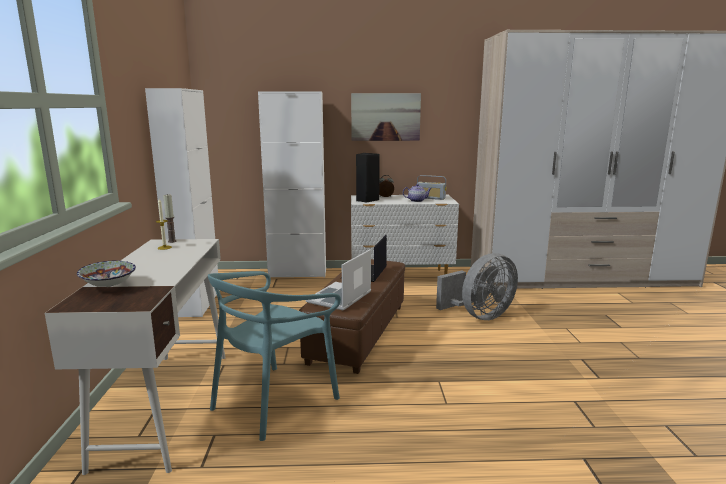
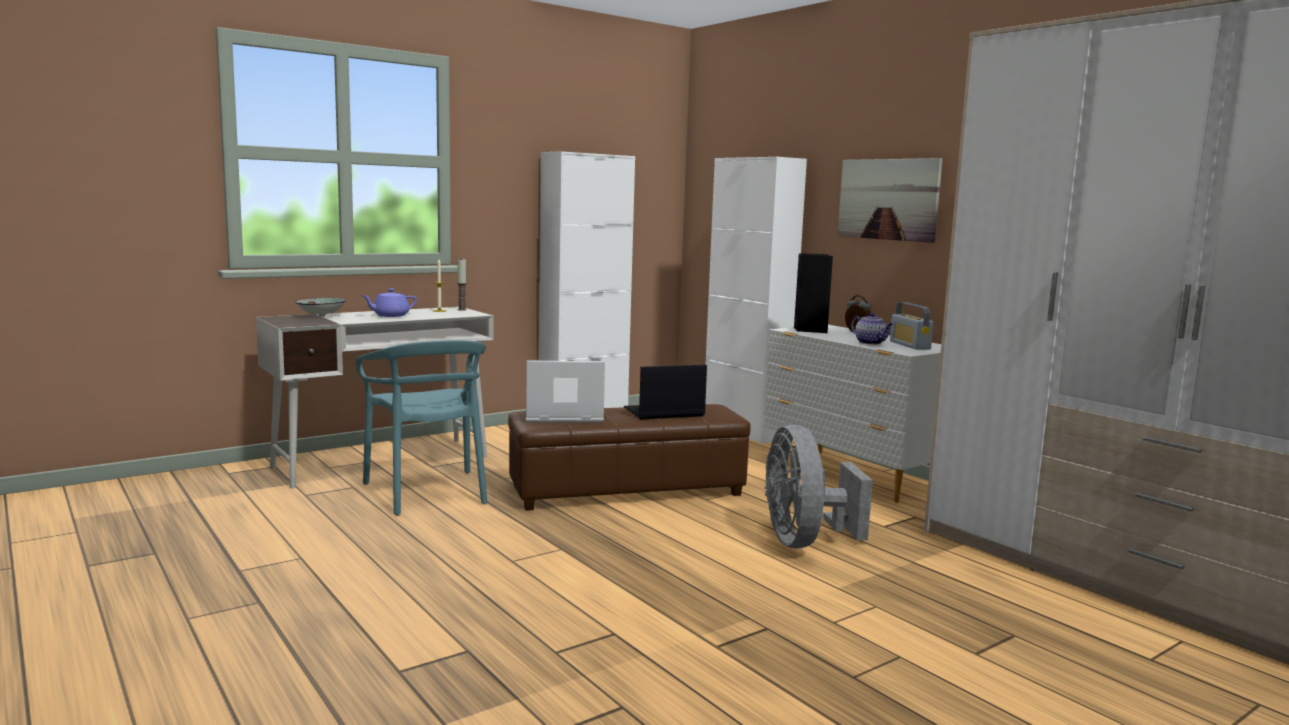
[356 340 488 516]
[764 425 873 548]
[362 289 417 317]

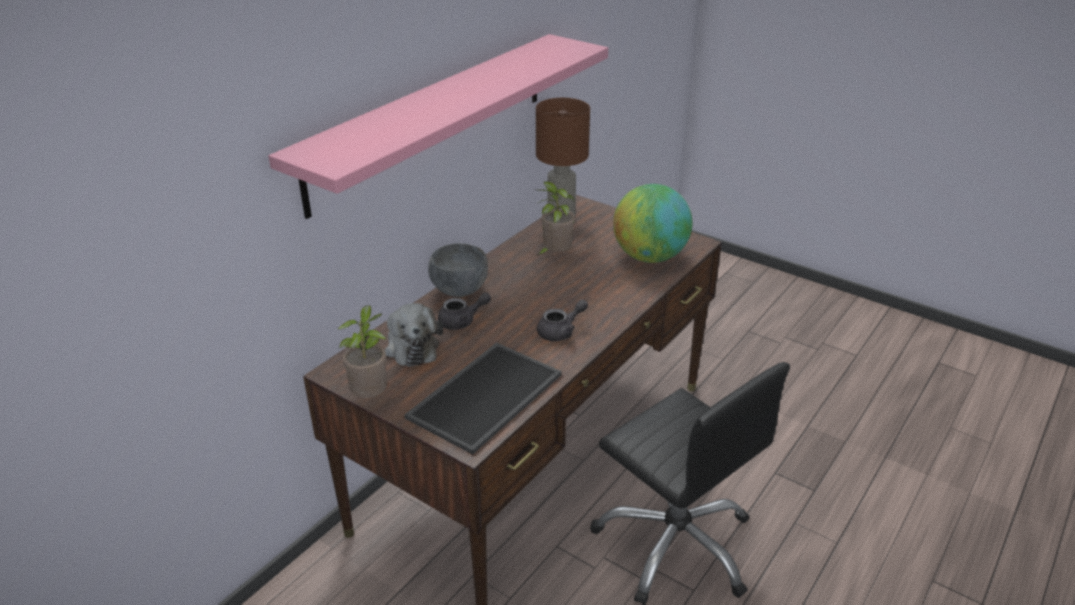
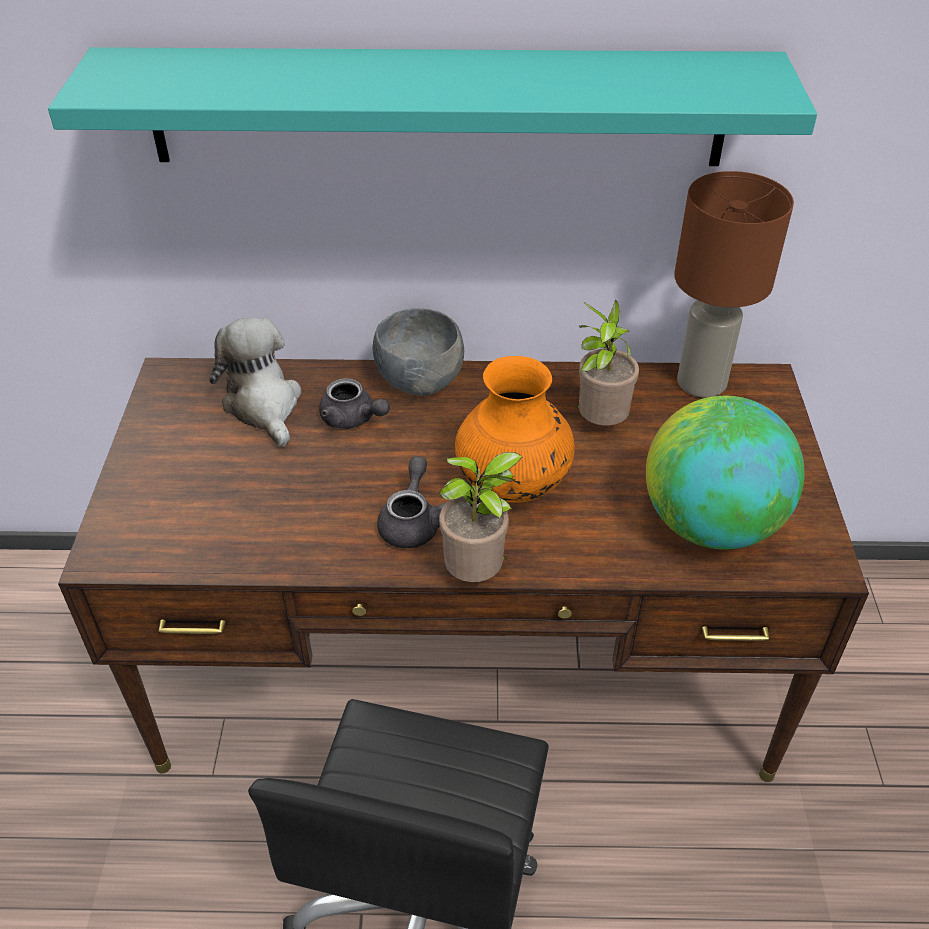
[48 47 817 166]
[439 452 523 582]
[209 318 301 447]
[404 342 562 454] (first image)
[377 456 447 548]
[455 356 575 503]

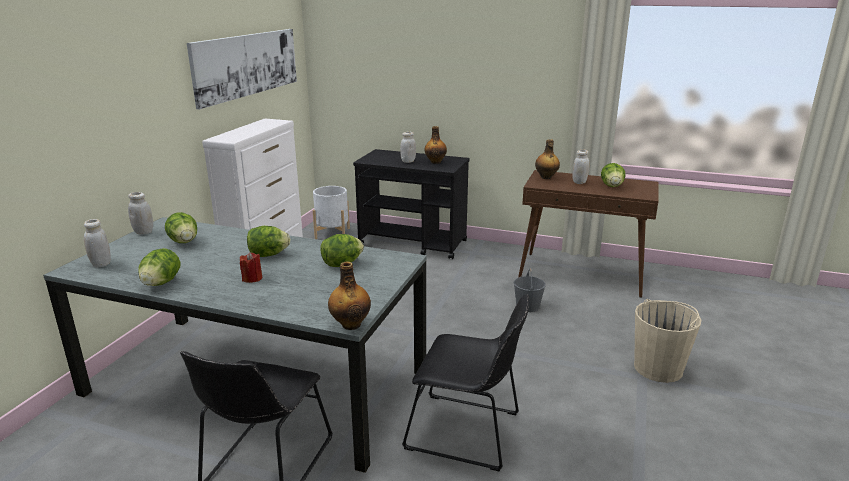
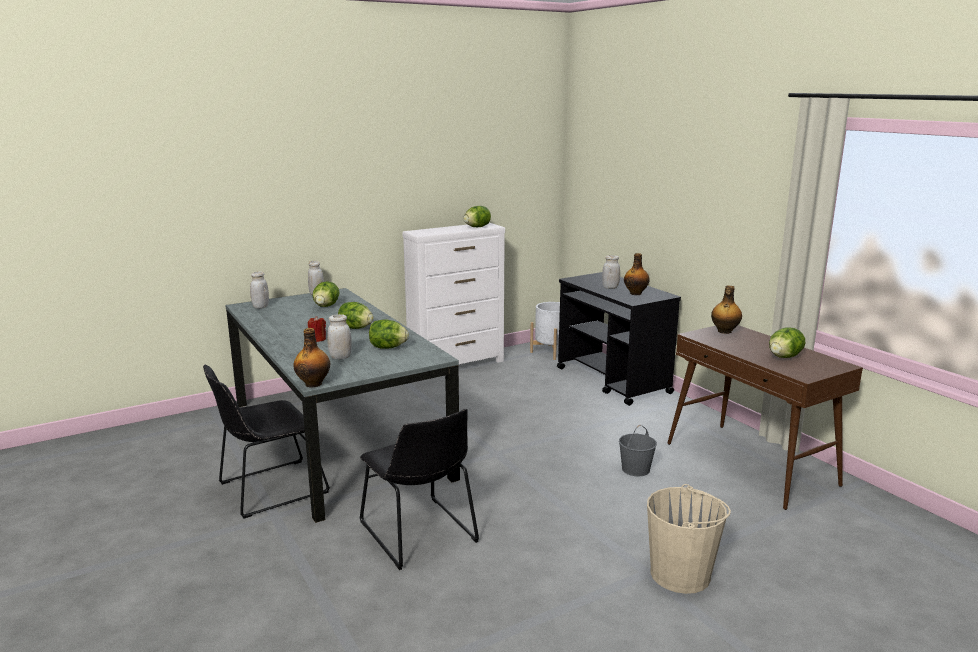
[463 206 491 227]
[187 29 297 109] (first image)
[327 314 352 359]

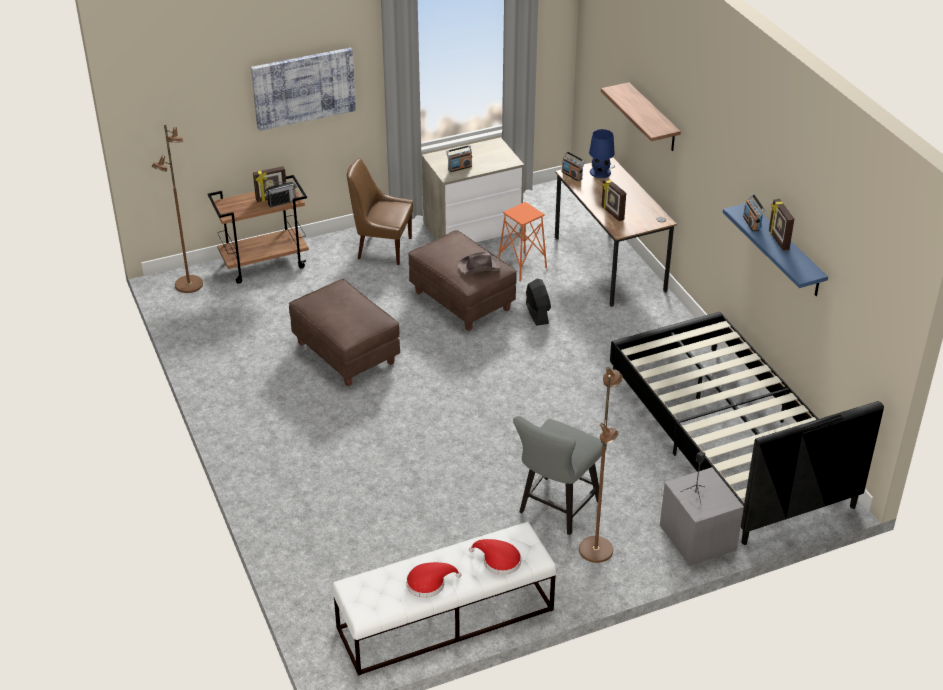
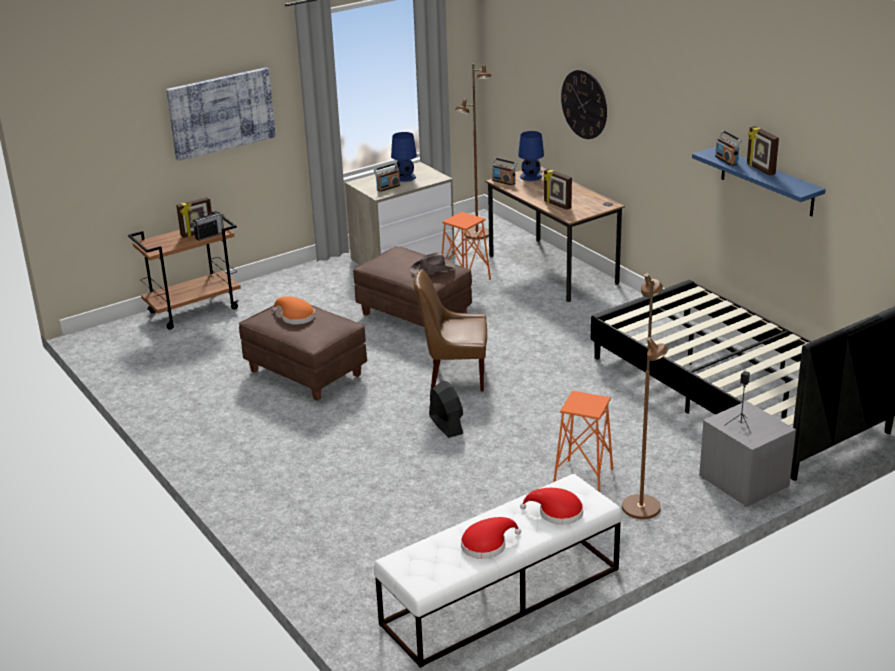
[455 63 492 240]
[414 269 487 391]
[553 391 613 492]
[429 381 463 438]
[561 70 607 139]
[272 296 315 324]
[391 132 417 182]

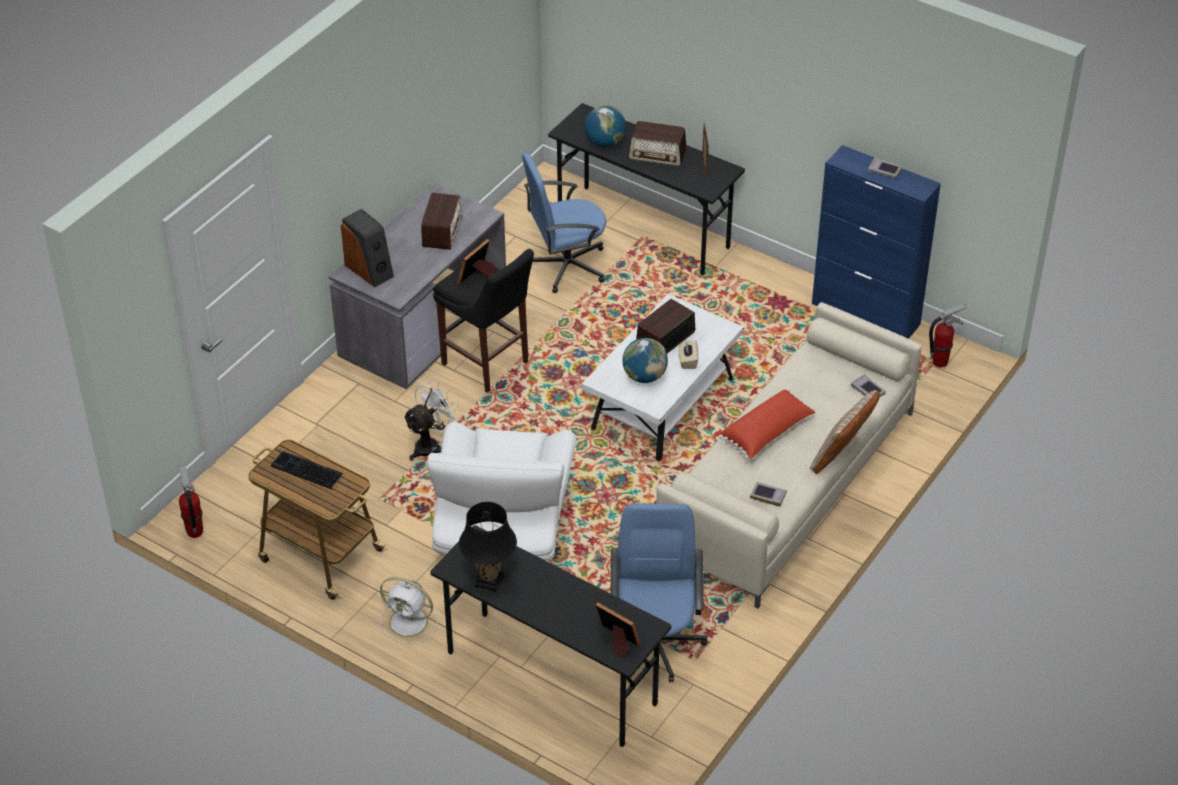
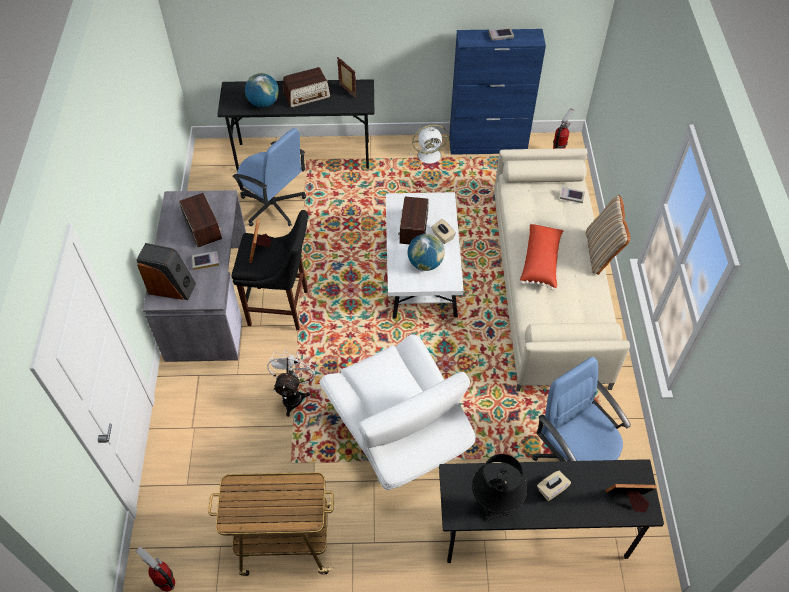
[271 451 344 489] (first image)
[410 125 448 168]
[232 128 306 226]
[192 251 219 270]
[537 471 571 501]

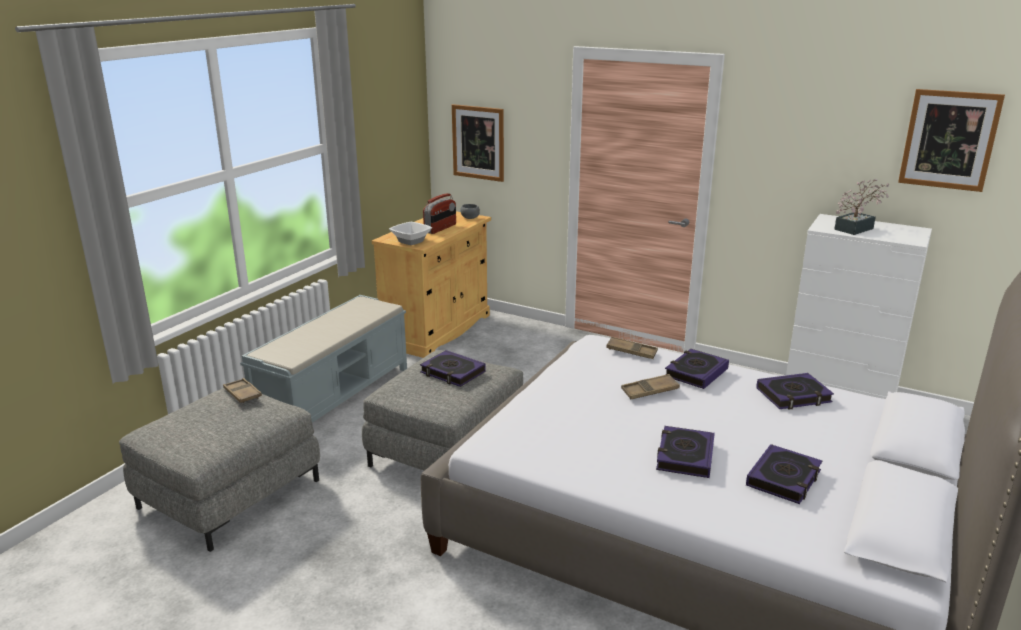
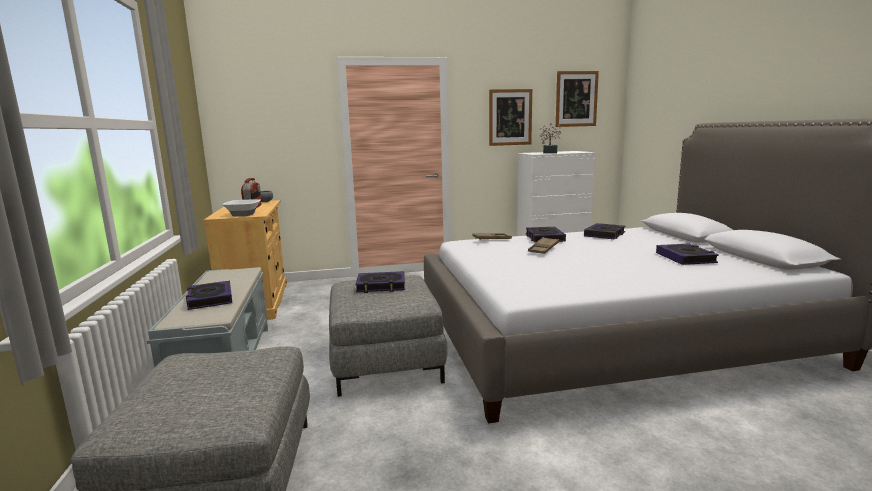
[223 378 262 403] (first image)
[489 89 532 146]
[186 281 232 310]

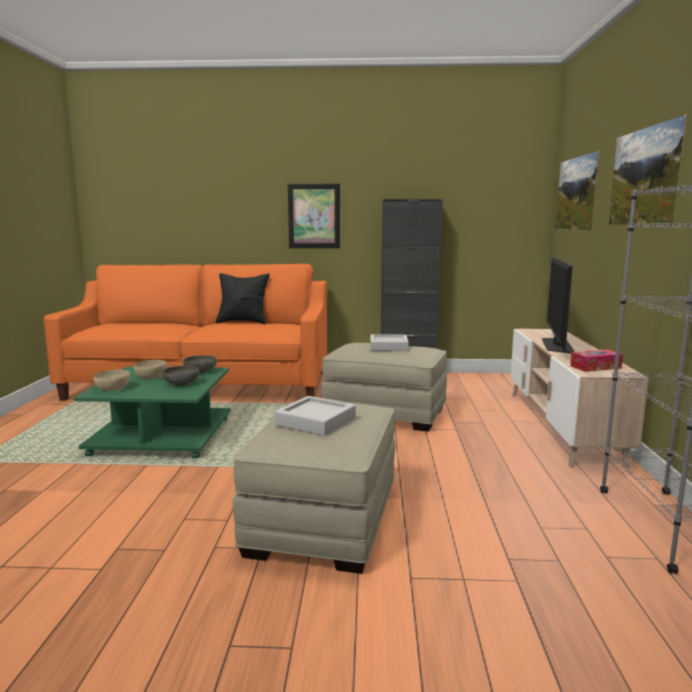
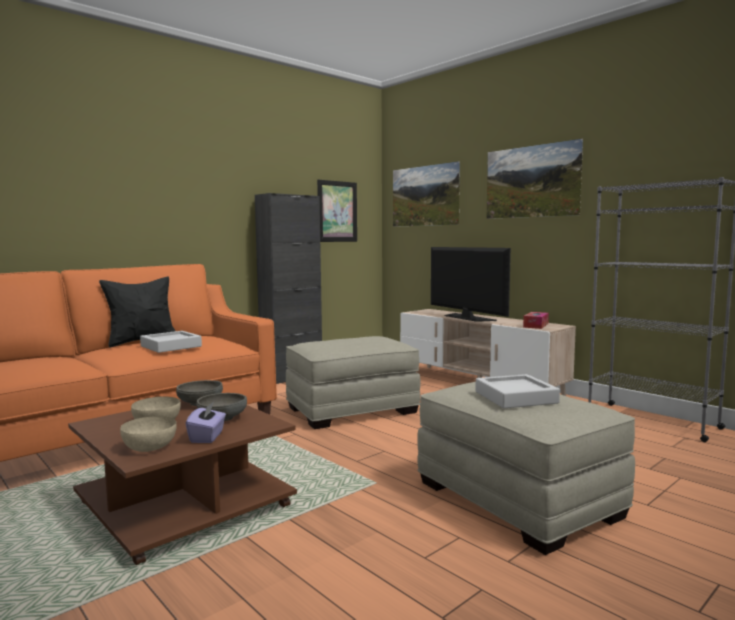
[68 400 297 565]
[317 180 357 242]
[140 331 202 353]
[186 402 226 443]

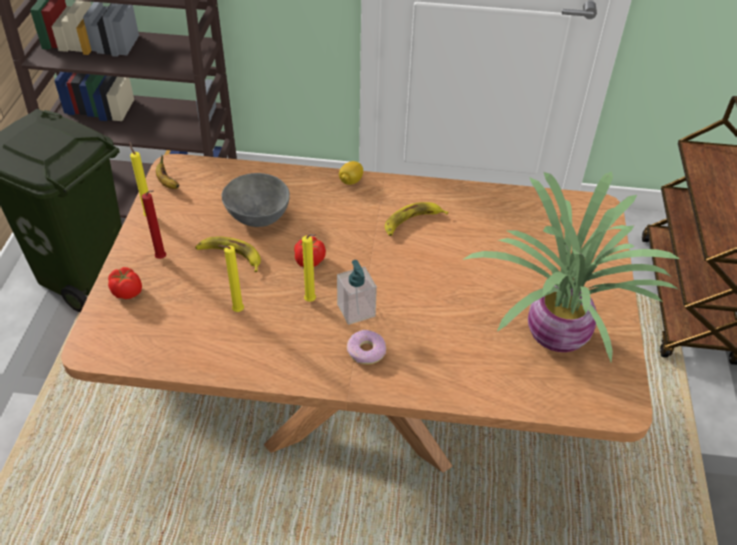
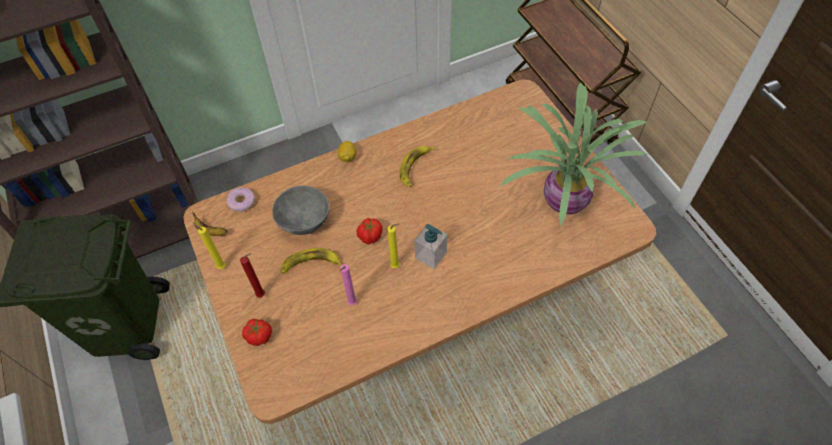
[340 264 357 305]
[227 187 255 212]

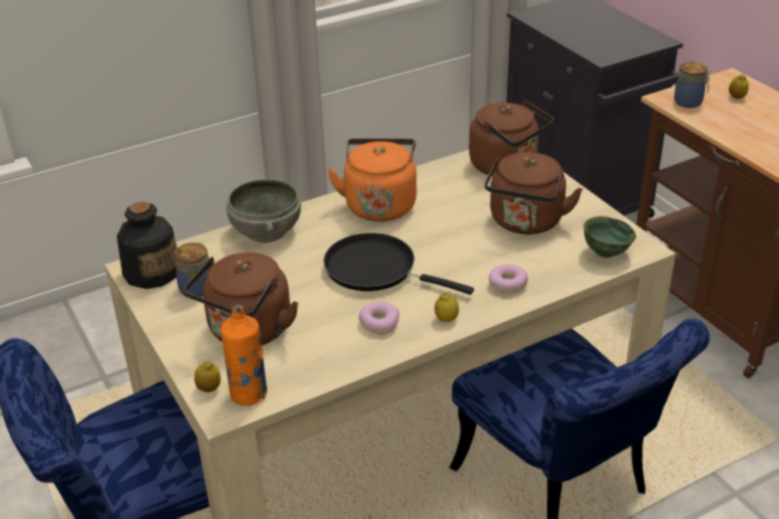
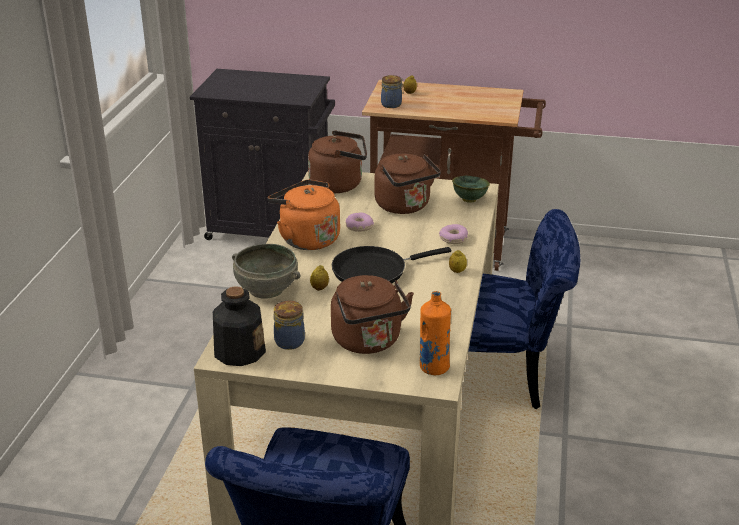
[310 265 329 291]
[346 213 374 232]

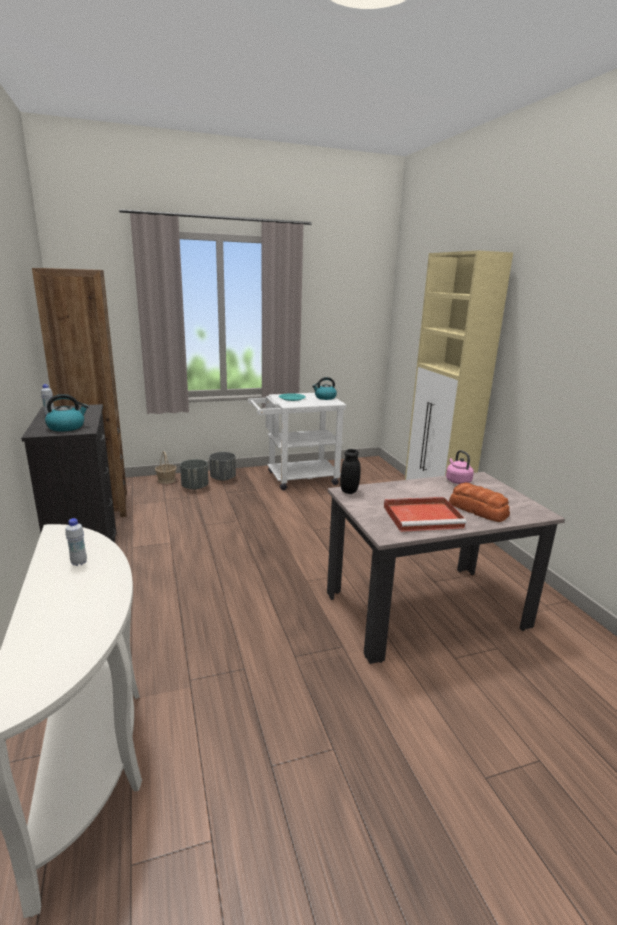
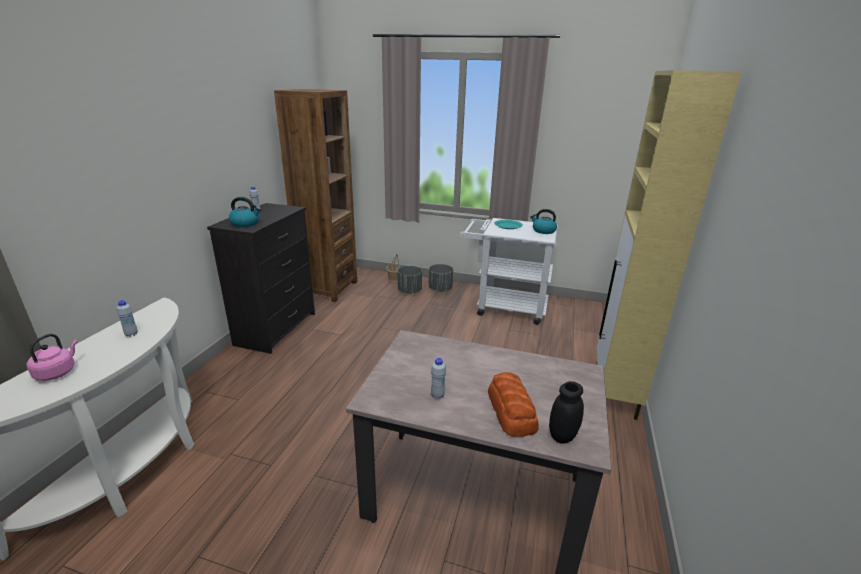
[549 381 584 444]
[431 358 446 399]
[26 334 78 381]

